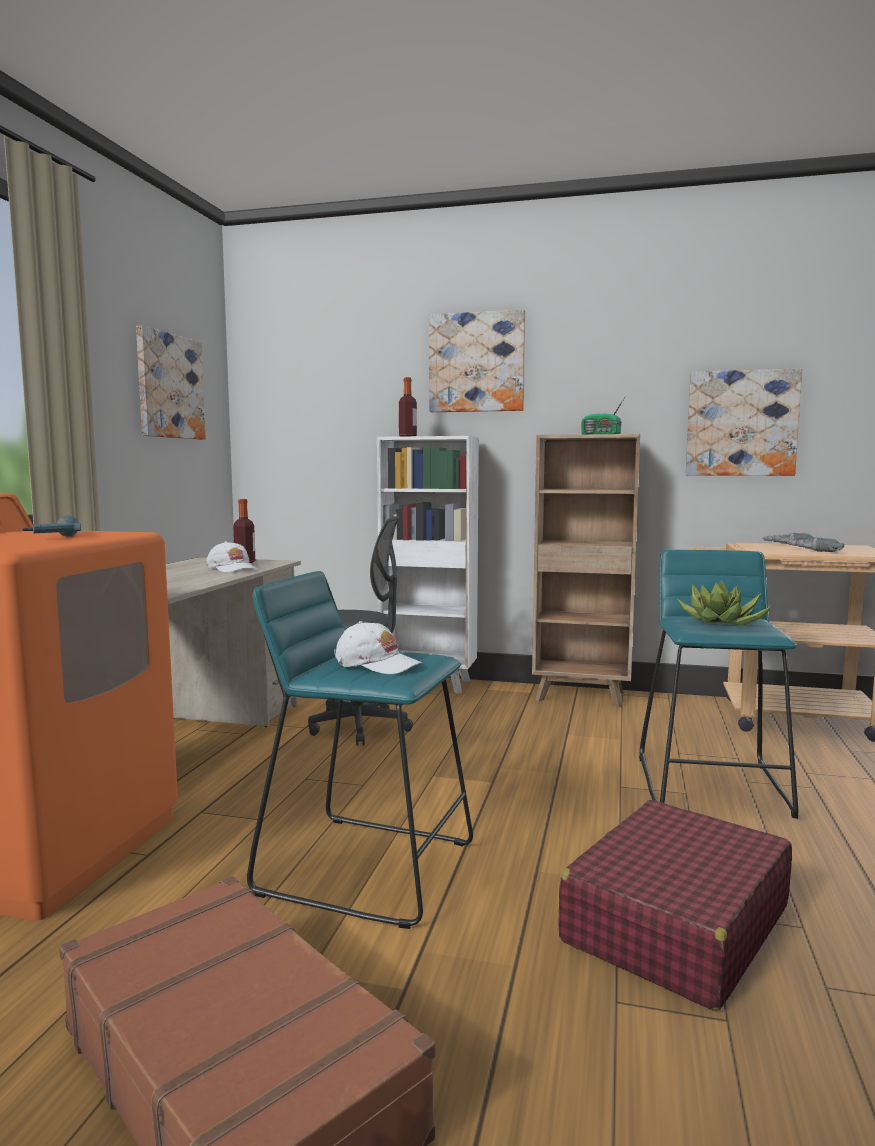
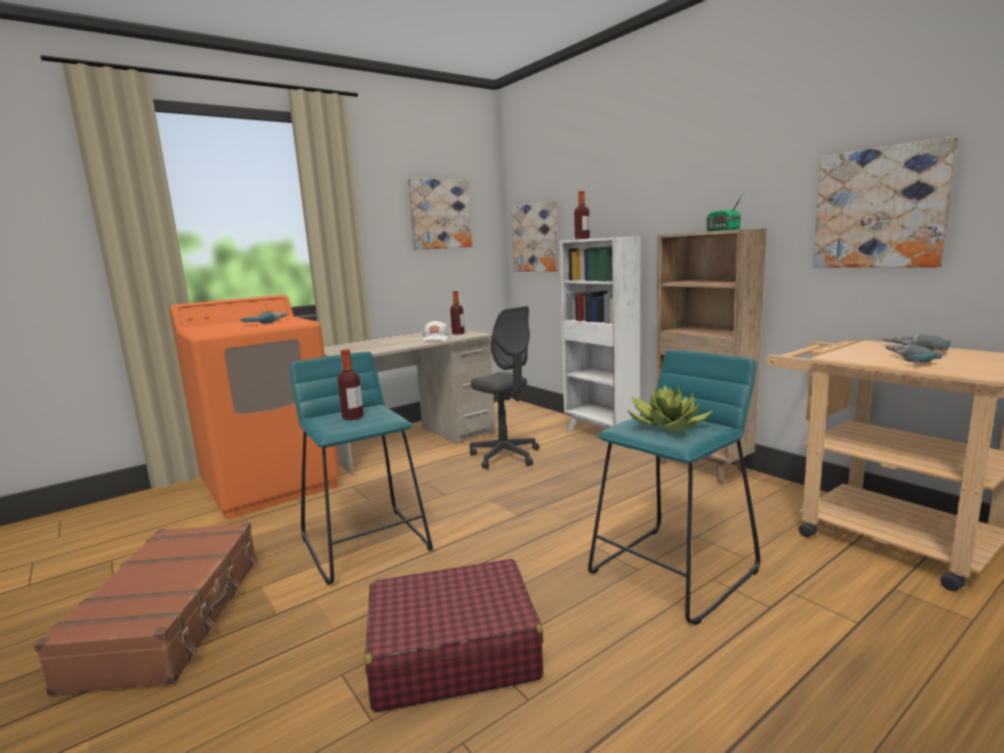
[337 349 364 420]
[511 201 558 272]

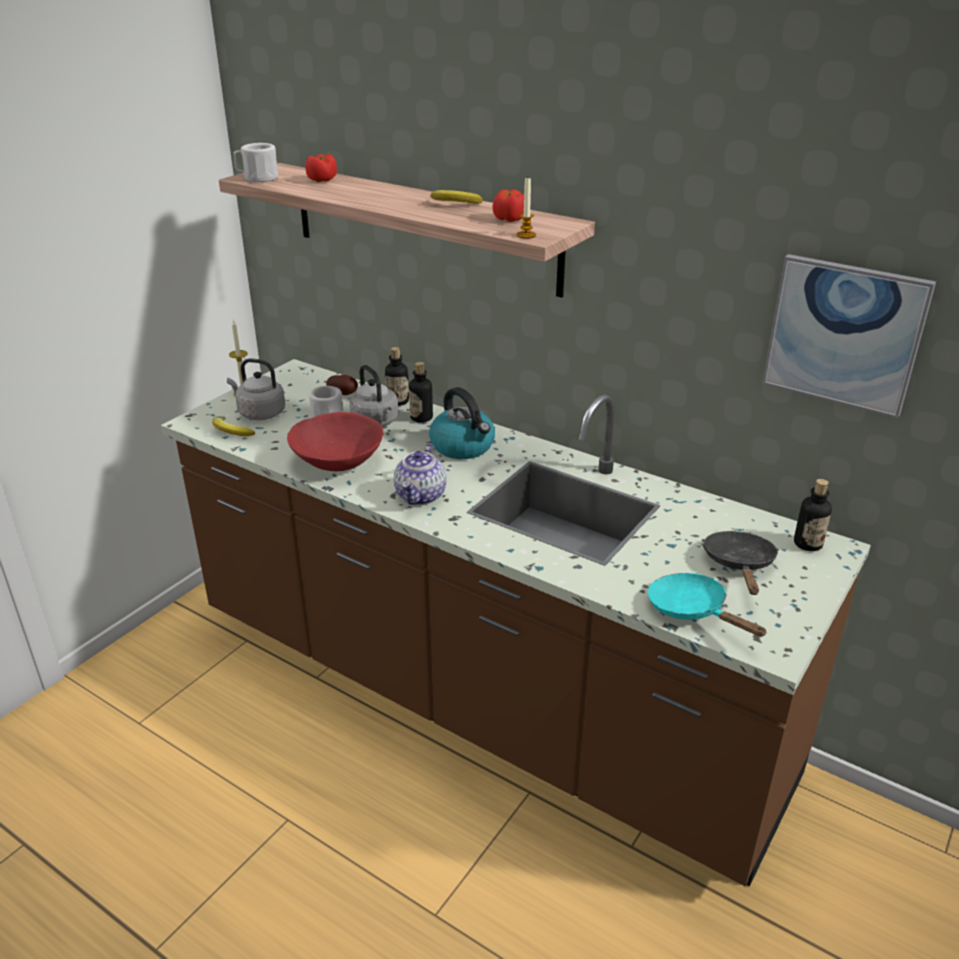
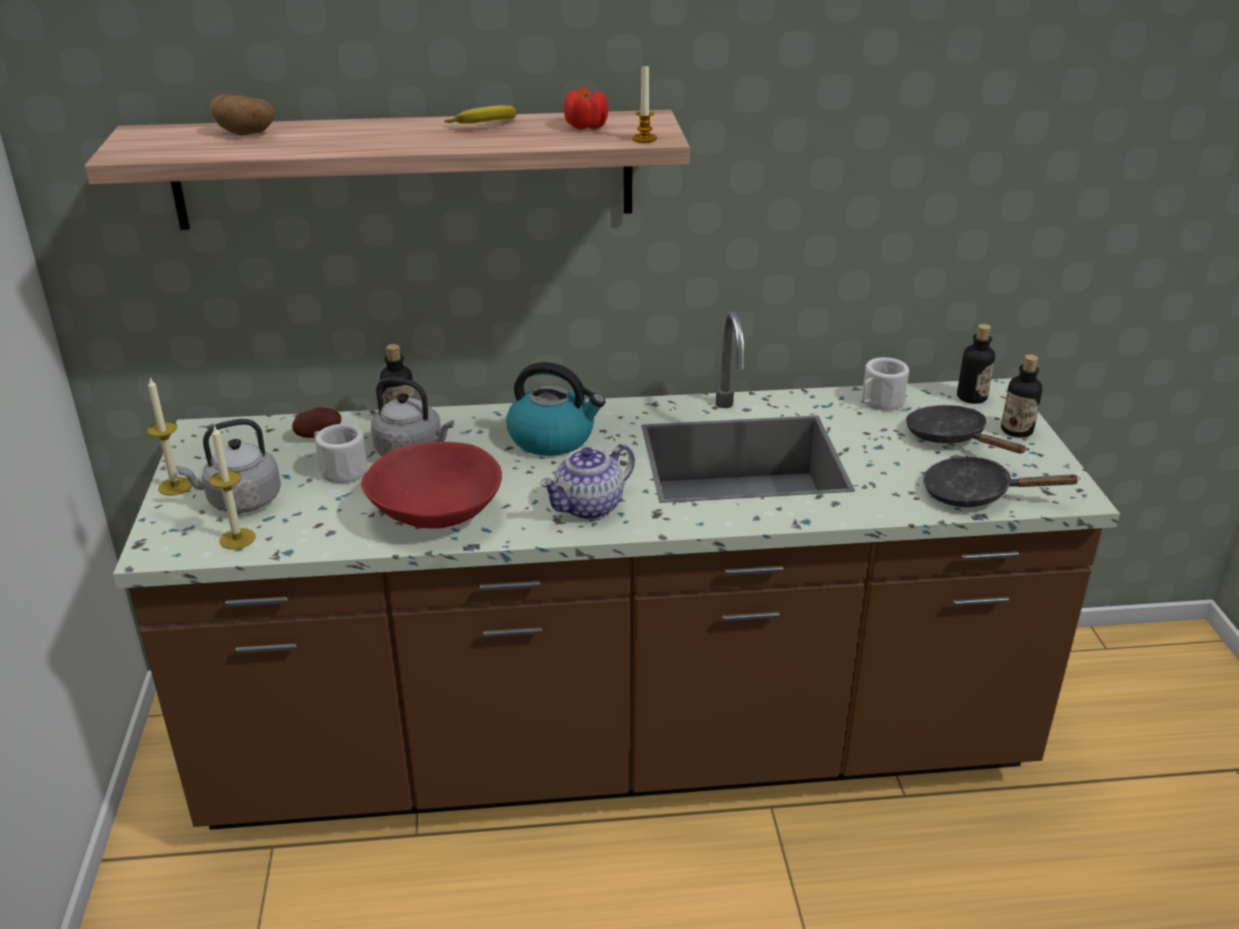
[209 426 256 549]
[862 357 909 411]
[210 95 275 136]
[540 444 635 520]
[1001 355 1042 438]
[923 456 1081 507]
[762 254 936 418] (first image)

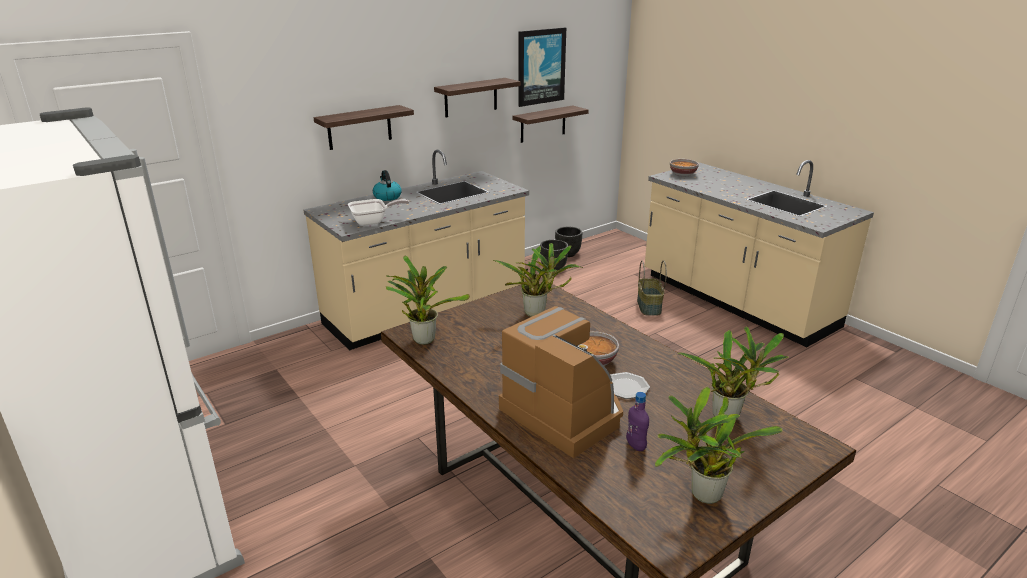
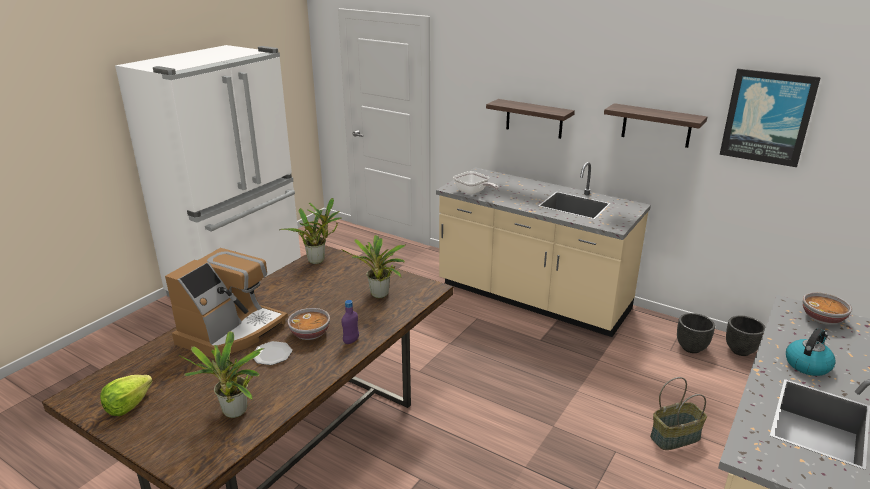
[786 328 836 376]
[513 105 589 143] (first image)
[342 300 359 344]
[100 375 153 416]

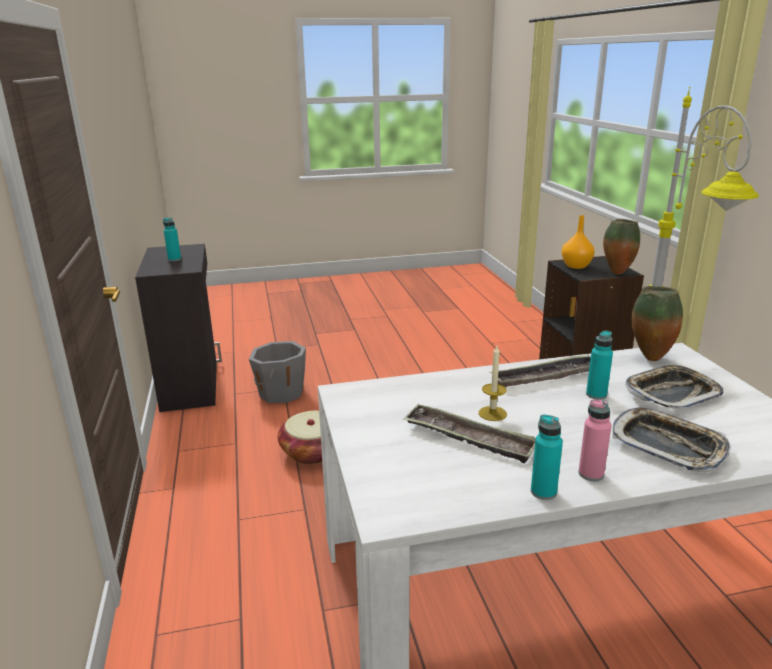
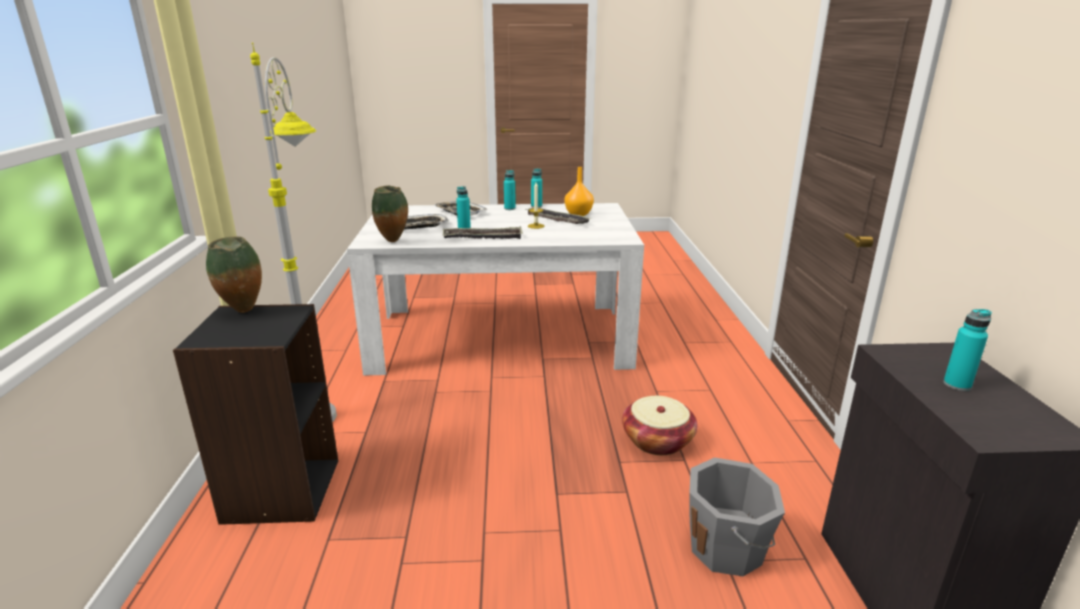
[564 167 594 216]
[504 170 516 210]

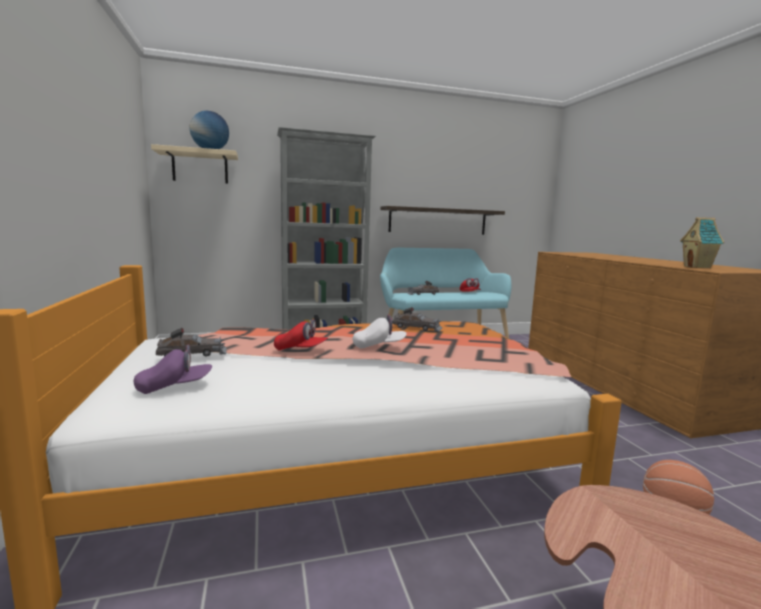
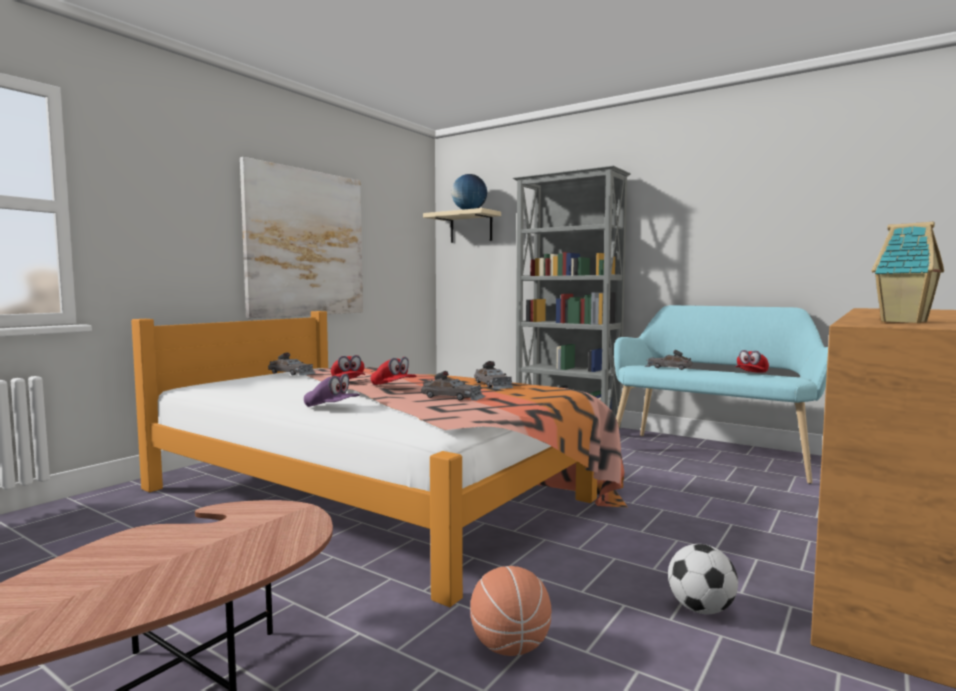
[304 374 360 407]
[370 357 416 385]
[380 206 505 235] (first image)
[240 157 363 318]
[421 371 485 401]
[668 544 738 614]

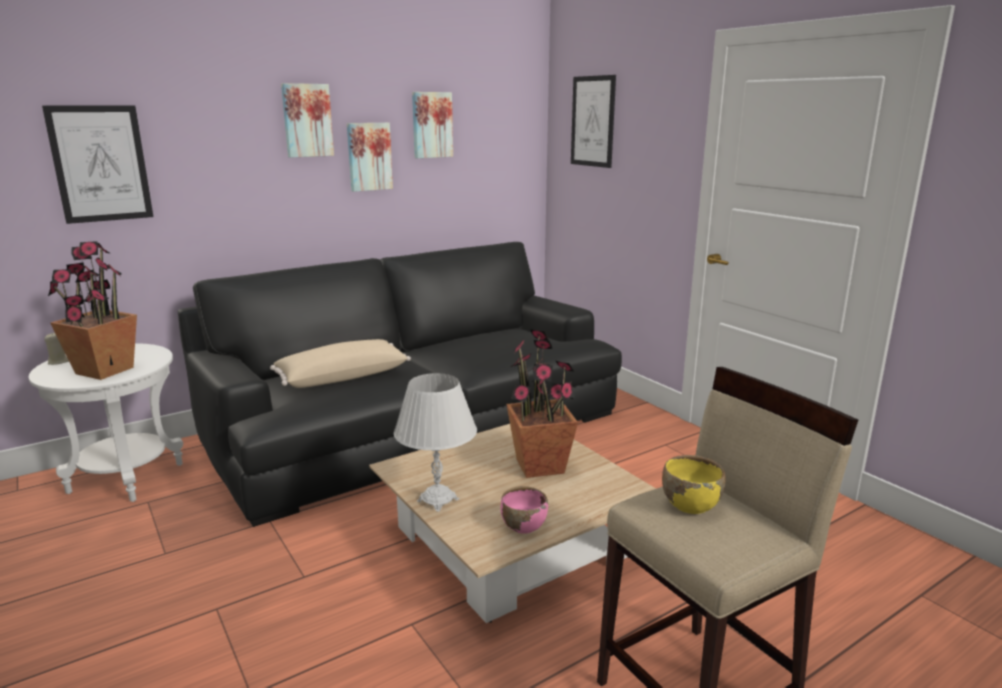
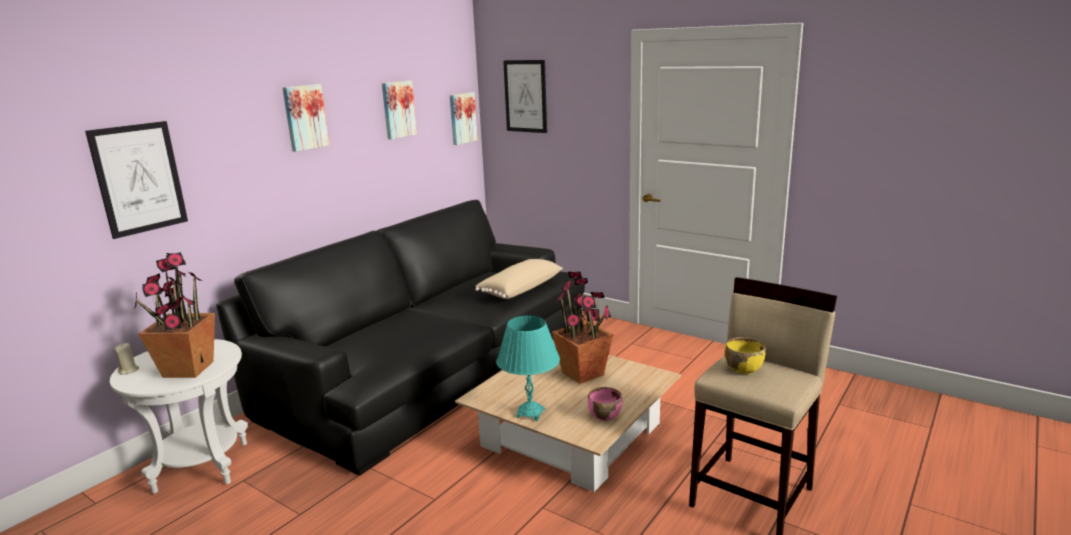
[475 259 562 299]
[450 92 478 145]
[496 316 560 421]

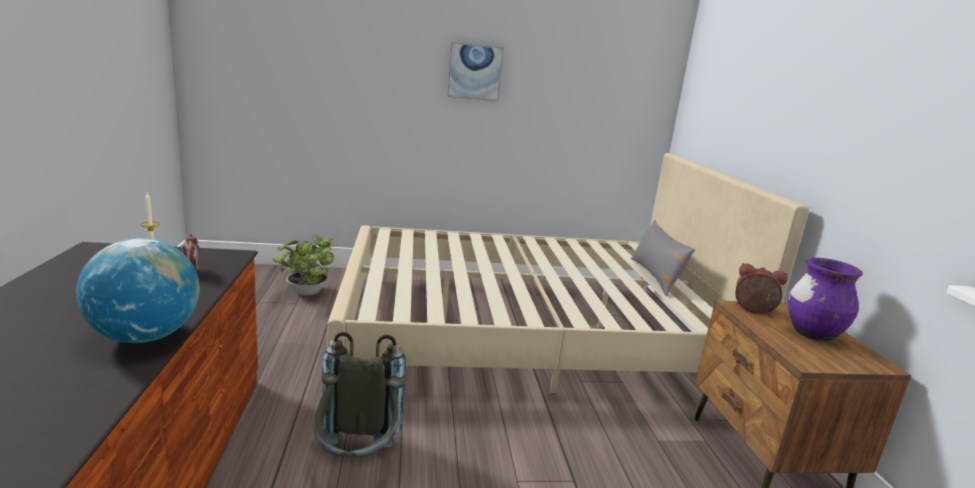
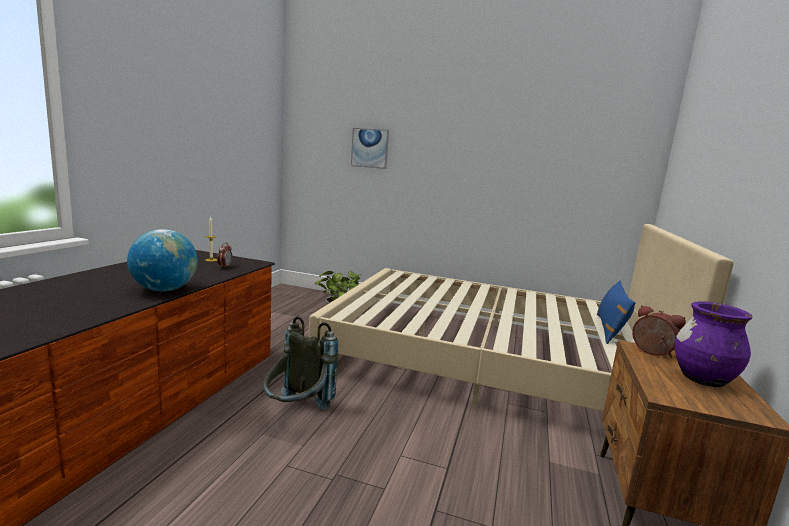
[351 128 389 169]
[597 281 635 344]

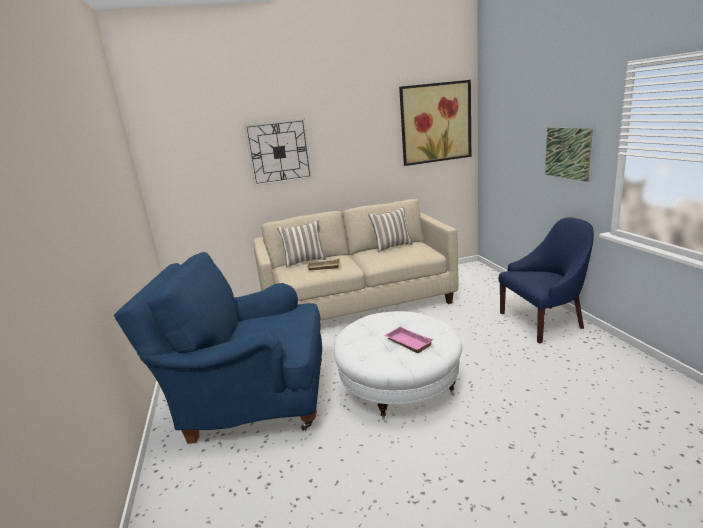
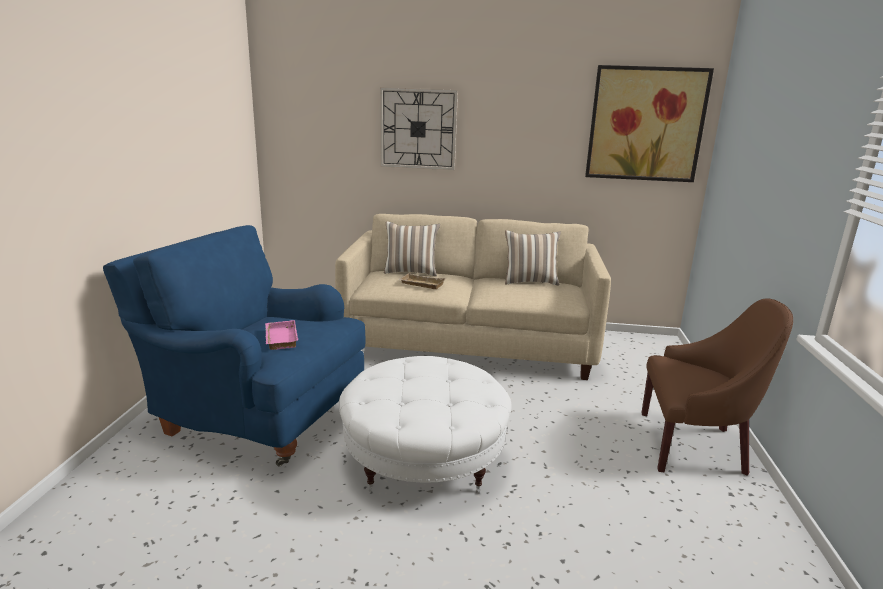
[265 320 298 350]
[641 298 793 476]
[545 127 593 182] (first image)

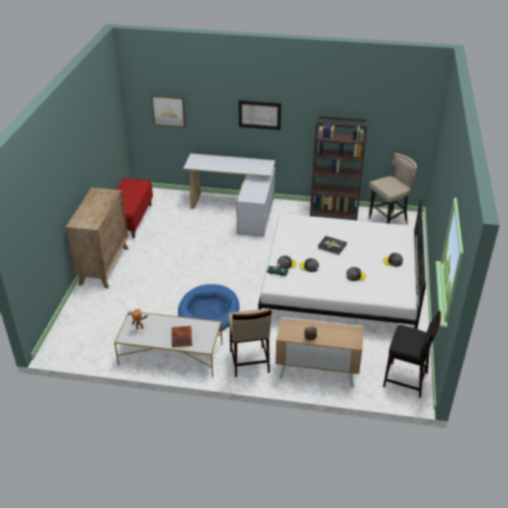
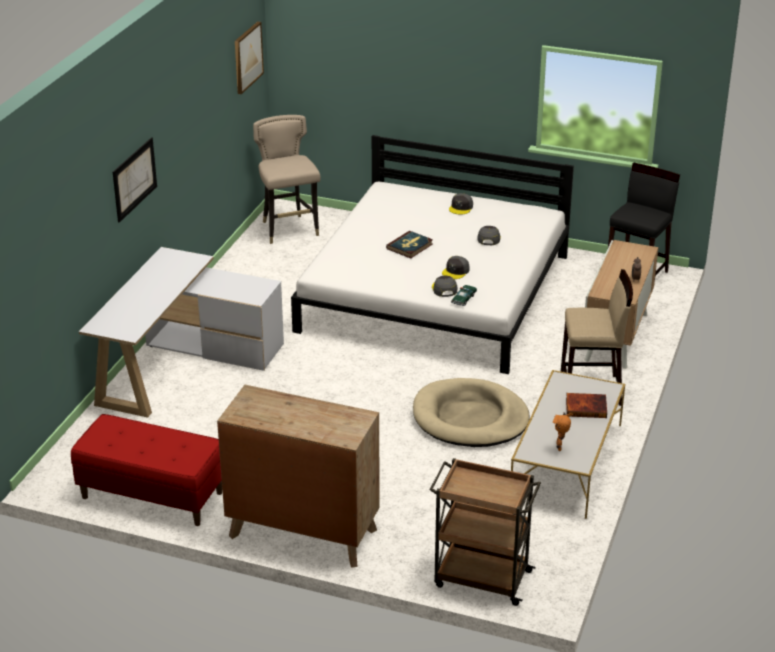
[235 21 264 94]
[413 378 530 447]
[310 116 368 221] (first image)
[430 458 541 606]

